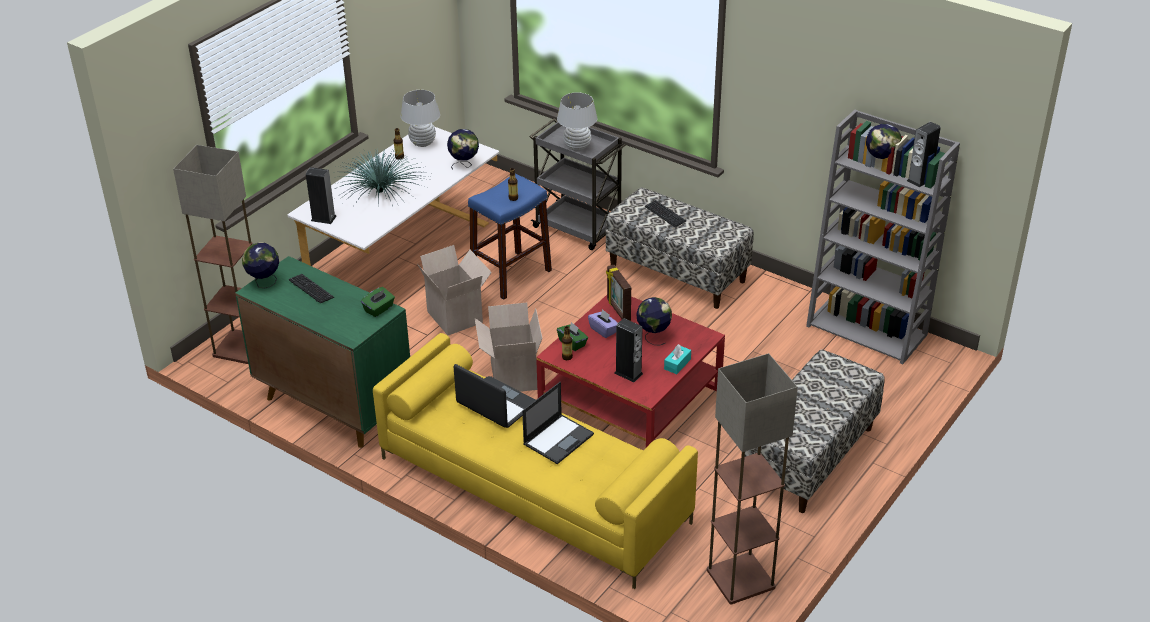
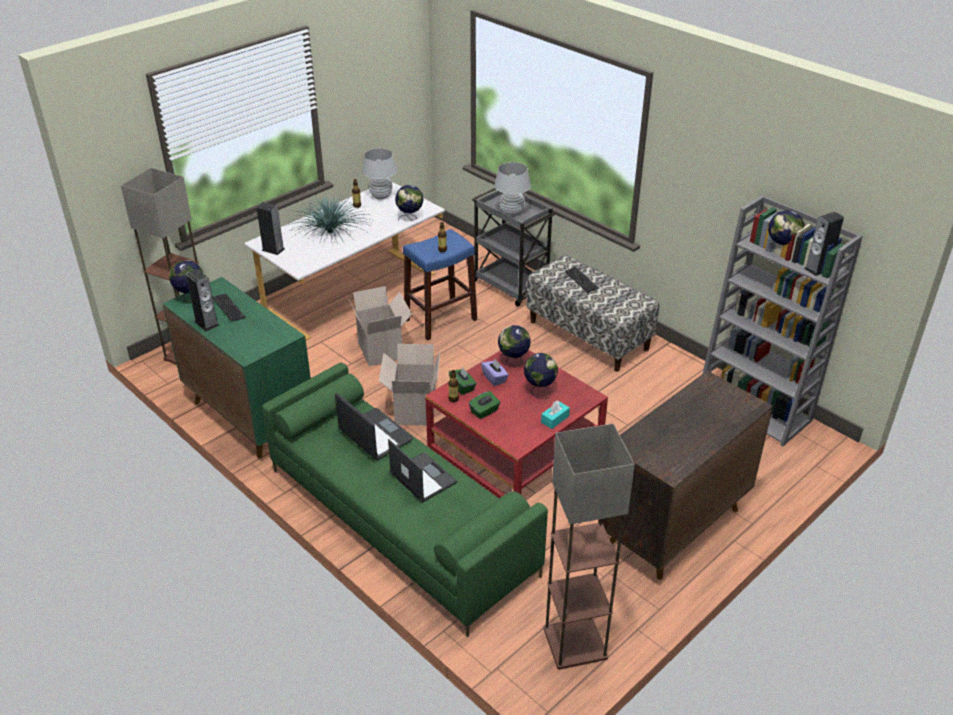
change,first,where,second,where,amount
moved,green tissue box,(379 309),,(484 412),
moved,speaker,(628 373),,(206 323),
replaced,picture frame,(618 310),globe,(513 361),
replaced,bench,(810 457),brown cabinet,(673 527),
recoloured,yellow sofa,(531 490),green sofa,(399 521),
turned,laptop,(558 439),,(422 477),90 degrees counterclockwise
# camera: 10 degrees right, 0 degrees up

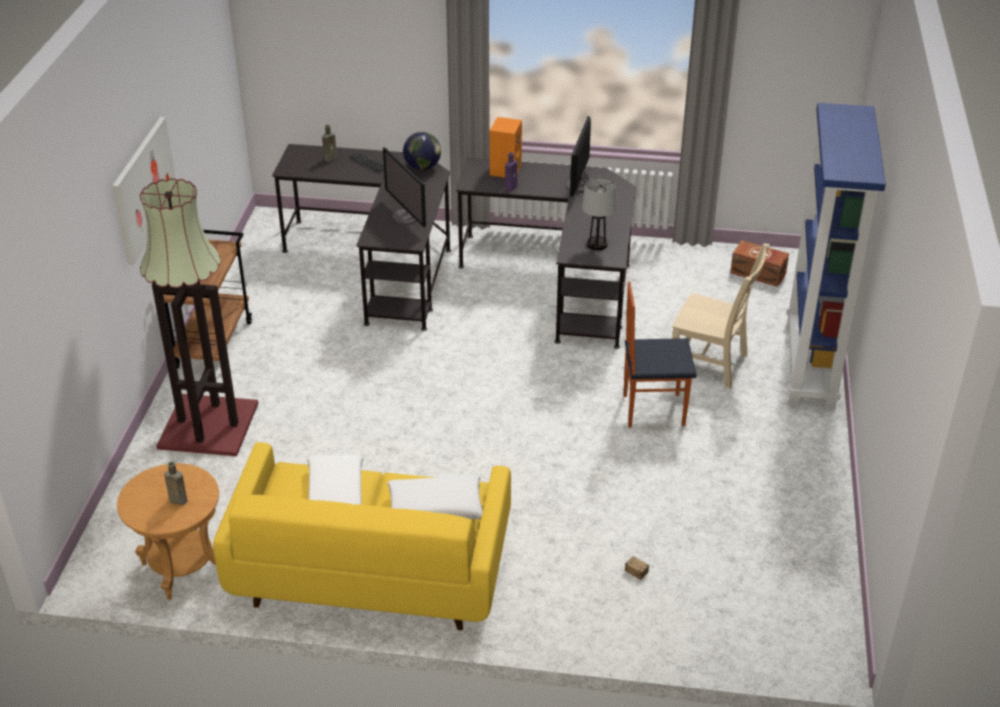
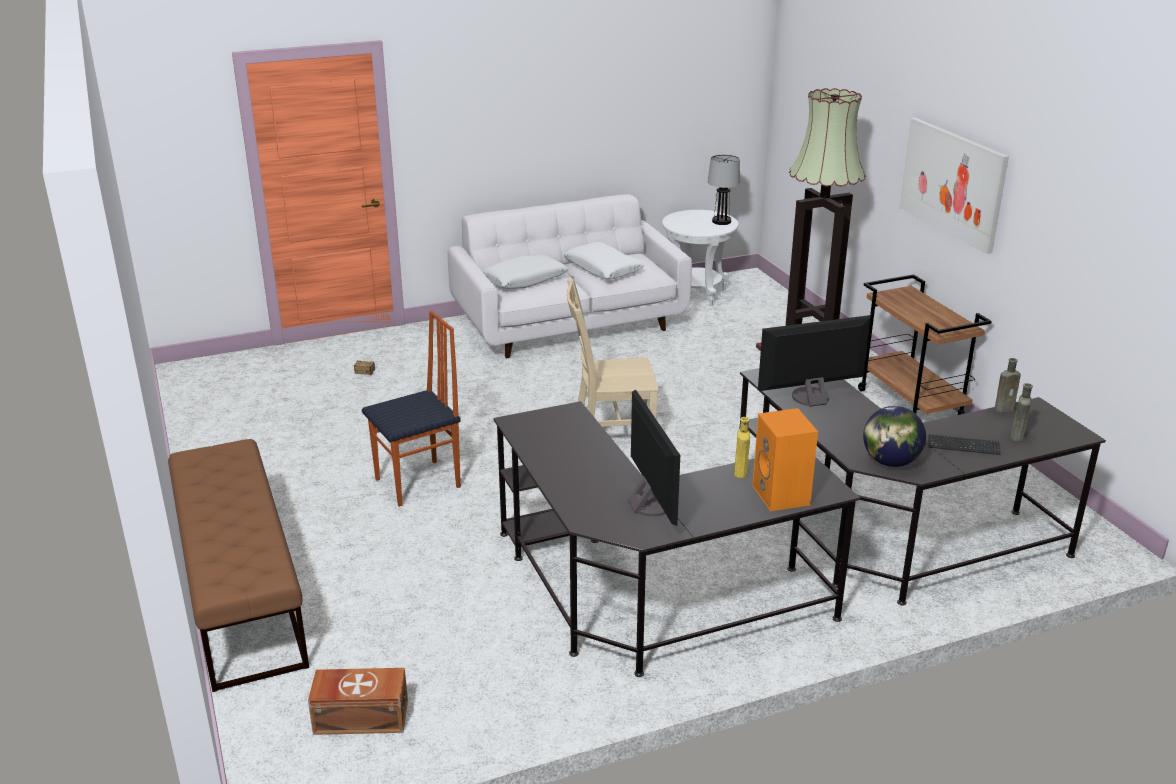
change,first,where,second,where,amount
moved,brown bottle,(177 500),,(1005 409),
moved,table lamp,(597 244),,(721 221),
moved,beige chair,(711 364),,(610 433),
replaced,blue bookcase,(811 366),brown bench,(240 590),
recoloured,brown side table,(182 568),white side table,(697 294),
recoloured,yellow sofa,(370 570),white sofa,(569 323),
recoloured,purple bottle,(511 187),yellow bottle,(740 473),
turned,monitor,(407 217),,(810 398),45 degrees counterclockwise
# camera: 150 degrees right, 10 degrees down

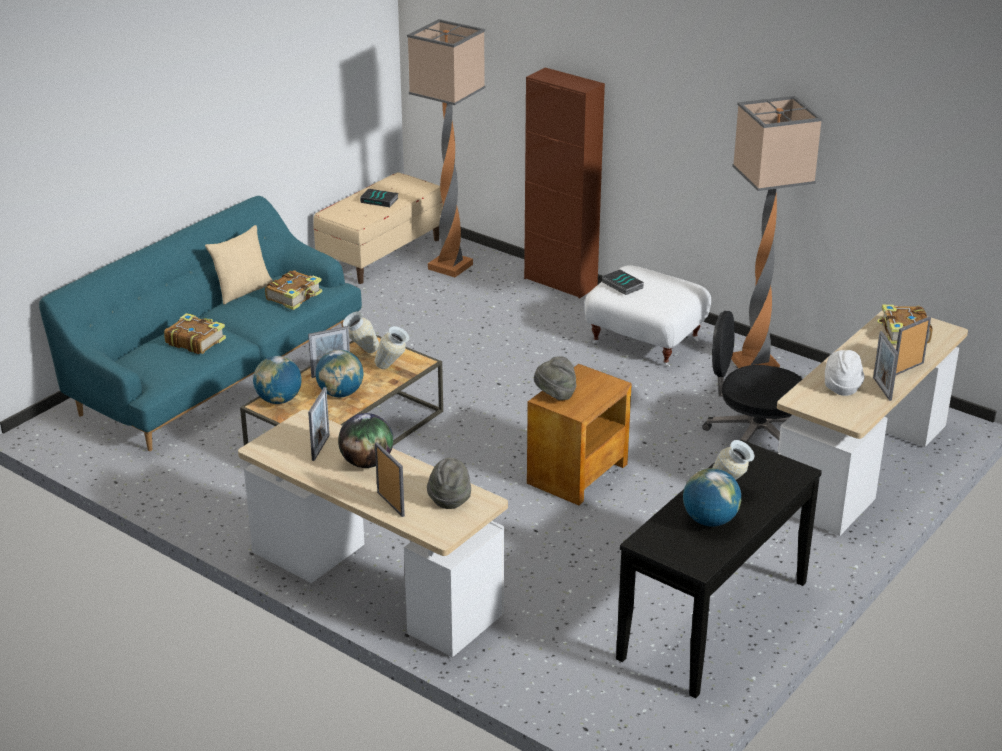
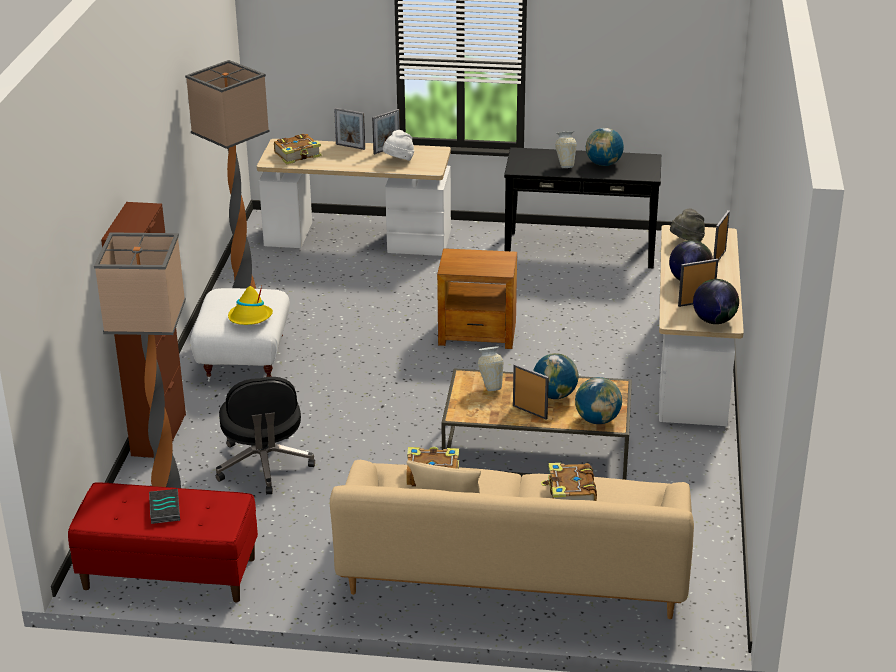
change,first,where,second,where,amount
removed,vase,(361 353),,,
removed,grey hat,(555 395),,,
added,,,globe,(714 321),
moved,black office chair,(753 437),,(264 465),
replaced,book,(621 285),yellow hat,(250 318),
recoloured,turquoise sofa,(215 371),beige sofa,(513 571),
recoloured,beige bench,(381 254),red bench,(169 574),
# camera: 120 degrees left, 0 degrees up

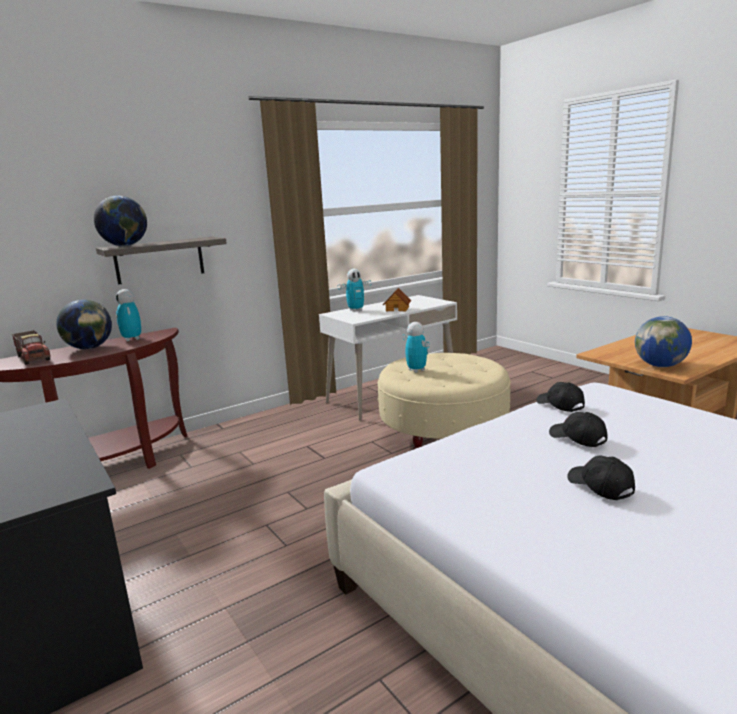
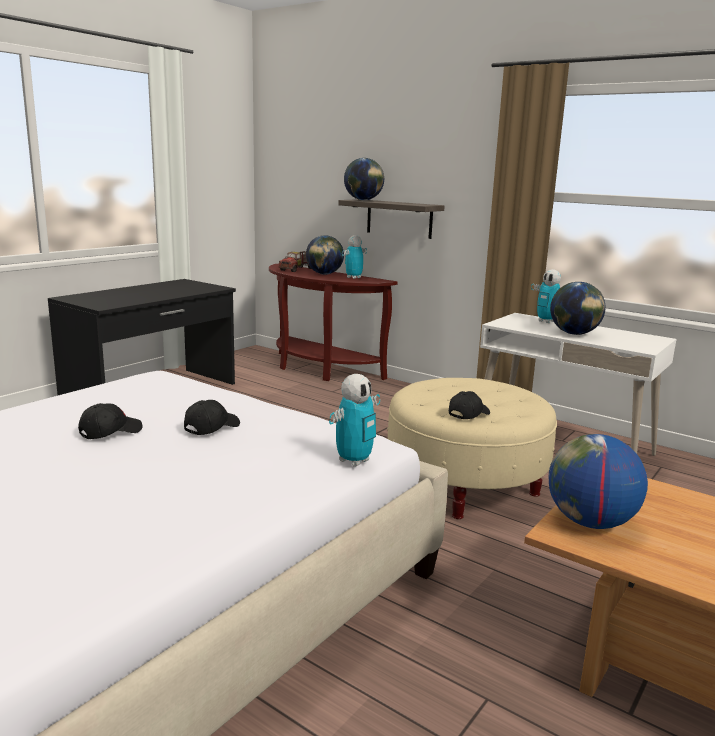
change,first,where,second,where,amount
moved,toy robot,(416 370),,(354 461),
moved,black cap,(559 405),,(468 414),
replaced,toy house,(397 309),globe,(574 334),
# camera: 70 degrees right, 0 degrees up

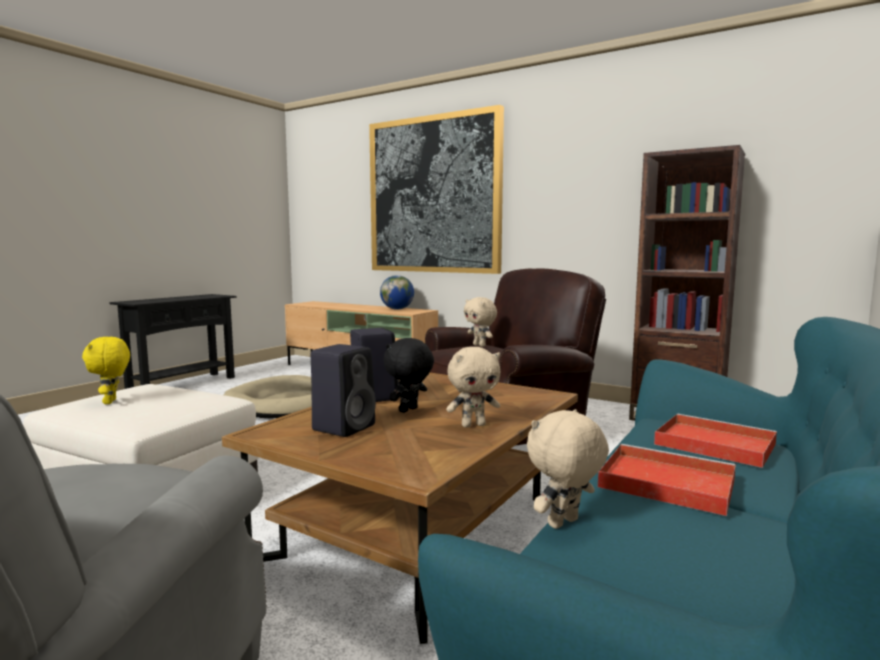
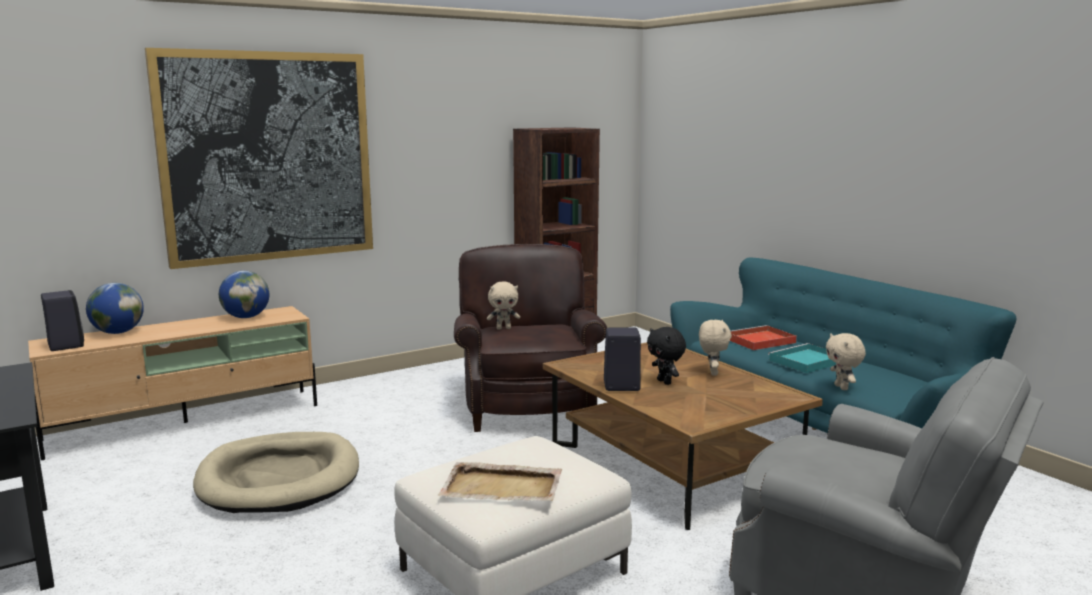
change,first,where,second,where,amount
added,,,globe,(118 332),
moved,black speaker,(344 427),,(65 345),
replaced,yellow plush toy,(111 402),beige tray,(503 487),
recoloured,red tray,(664 482),turquoise tray,(806 361),
# camera: 65 degrees left, 5 degrees up

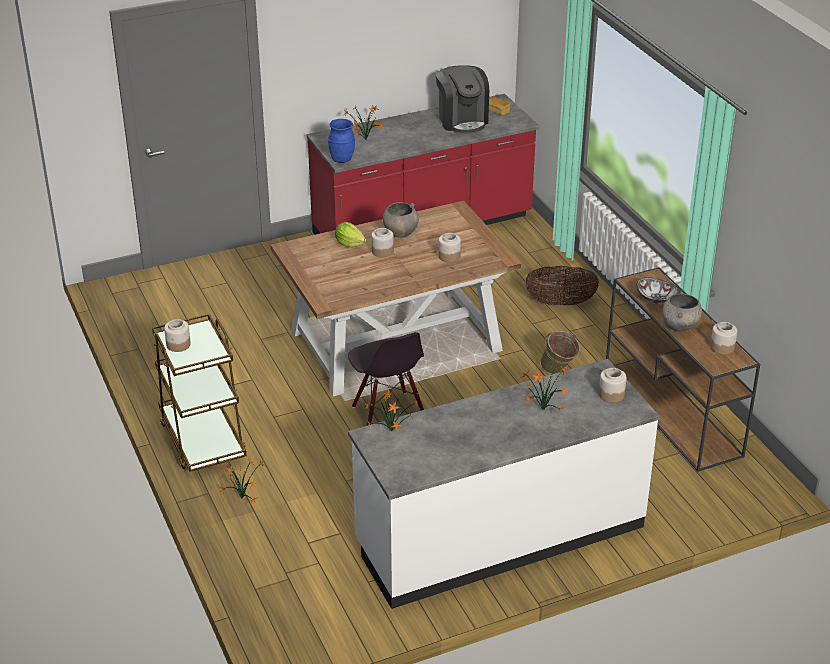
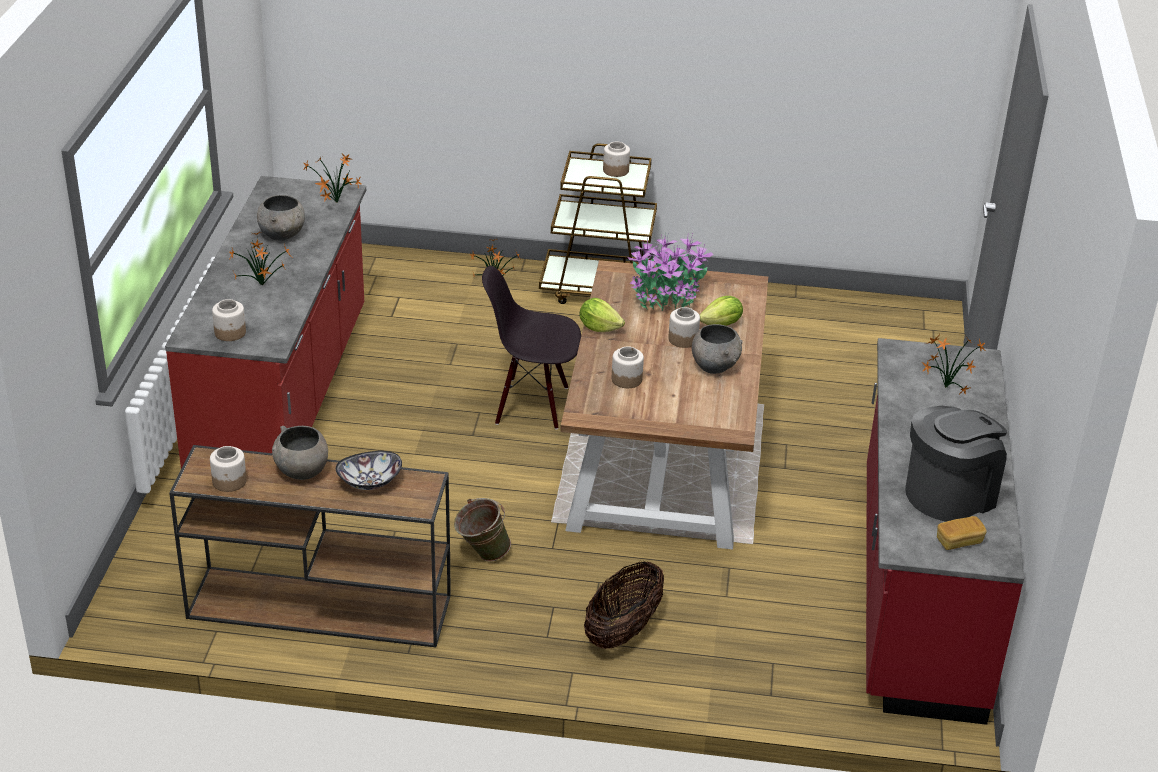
change,first,where,second,where,amount
removed,blue vase,(341 159),,,
added,,,grey bowl,(282 235),
added,,,lettuce,(599 327),
added,,,potted plant,(666 296),
recoloured,white counter,(499 535),red counter,(283 397),
turned,coffee machine,(462 120),,(949 493),135 degrees clockwise
# camera: 120 degrees right, 0 degrees up

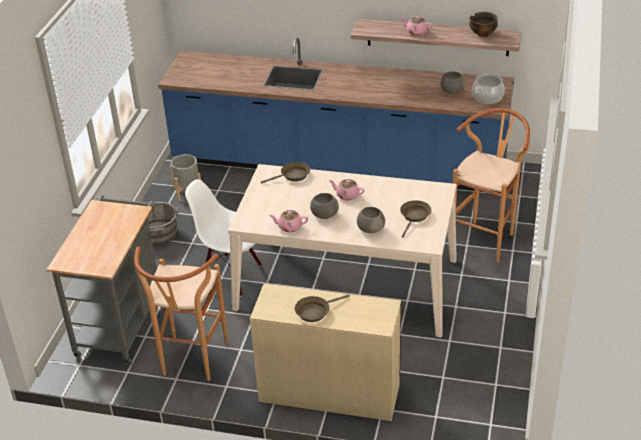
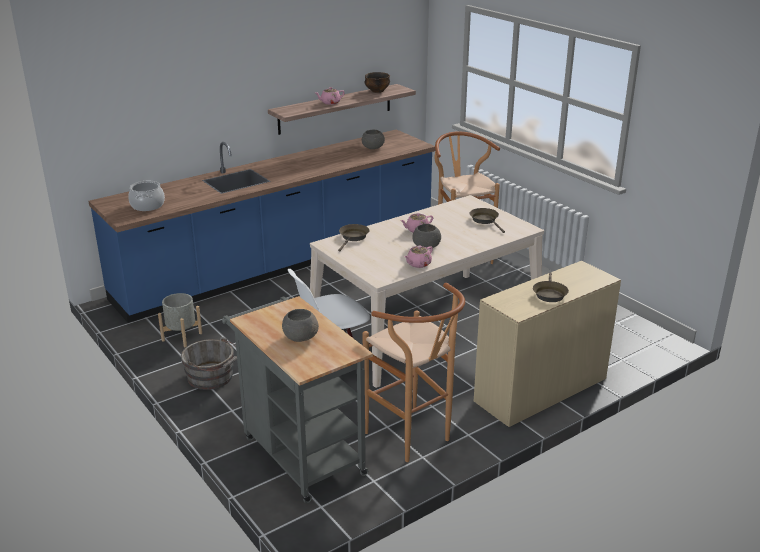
change,first,where,second,where,amount
moved,grey bowl,(371 228),,(300 337),
moved,cooking pot,(487 97),,(148 205),
# camera: 50 degrees left, 10 degrees down

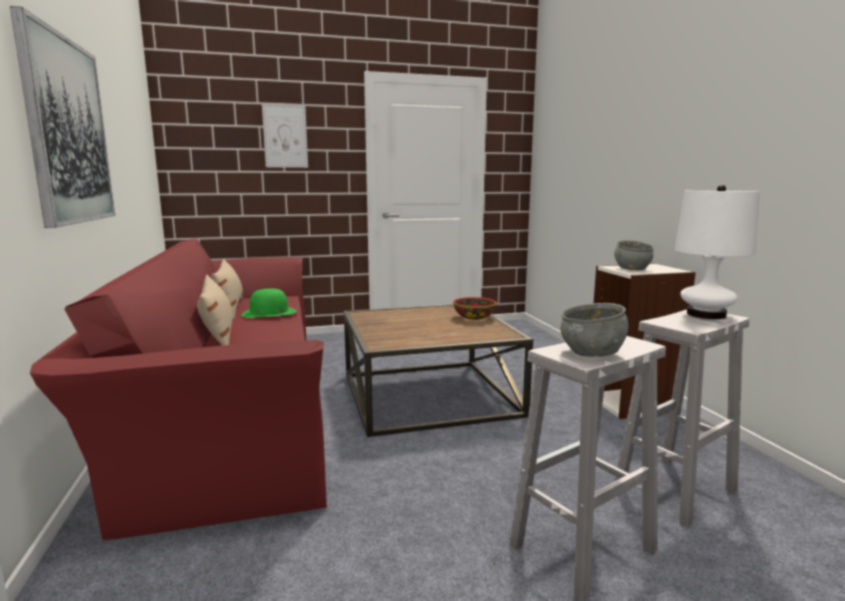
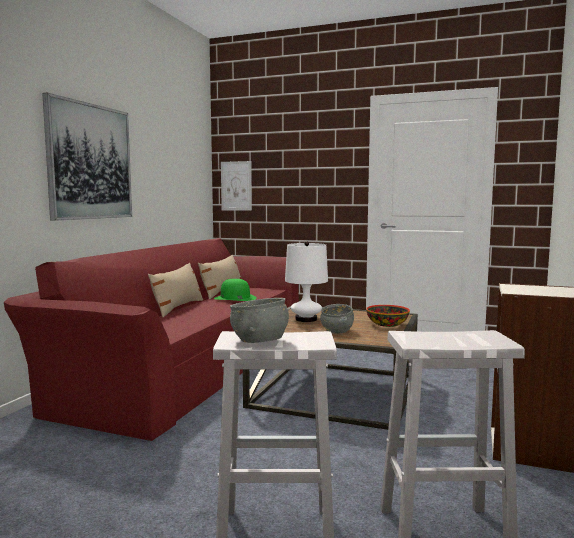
change,first,where,second,where,amount
moved,picture,(285 136),,(236 186),
moved,grey bowl,(632 269),,(337 331),
moved,white table lamp,(706 314),,(306 319),
# camera: 35 degrees right, 5 degrees down

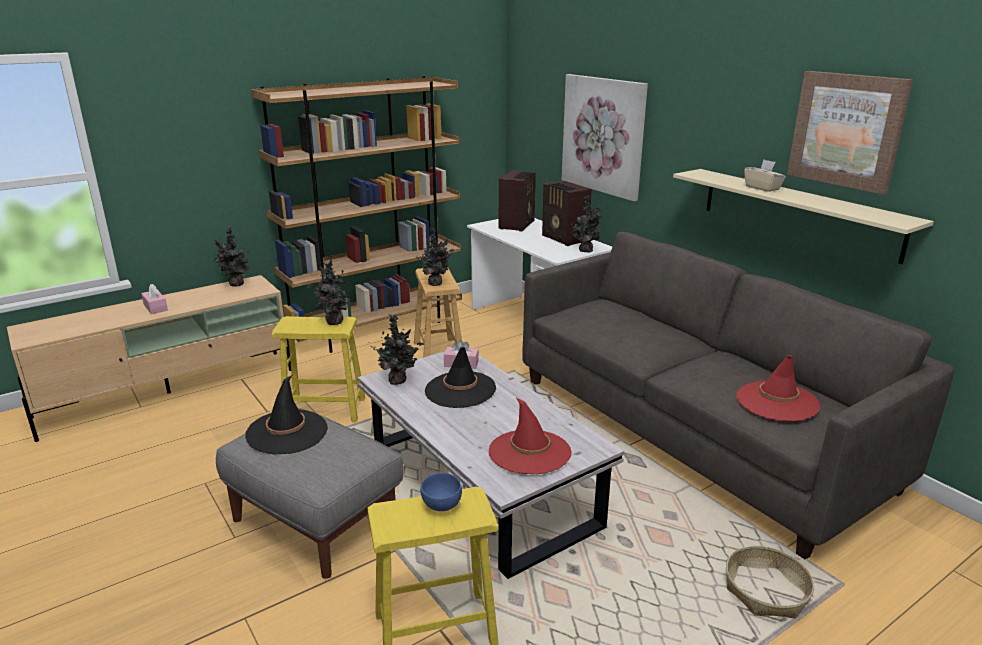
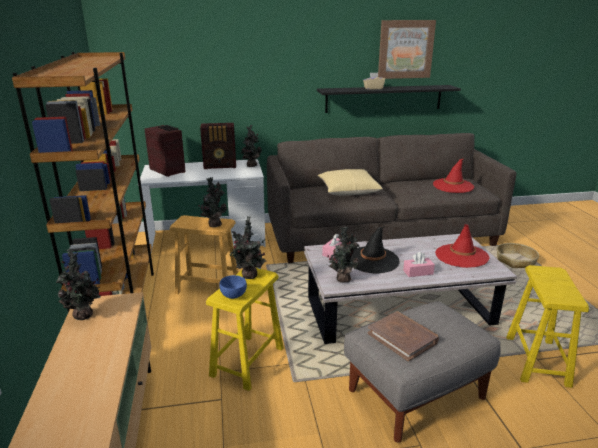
change,first,where,second,where,amount
removed,picture,(603 135),,,
added,,,beige pillow,(348 190),
moved,pink tissue box,(155 307),,(418 272),
moved,blue bowl,(441 505),,(233 296),
replaced,black hat,(287 432),brown book,(402 338),
recoloured,beige shelf,(797 212),black shelf,(383 98),
# camera: 65 degrees left, 0 degrees up

